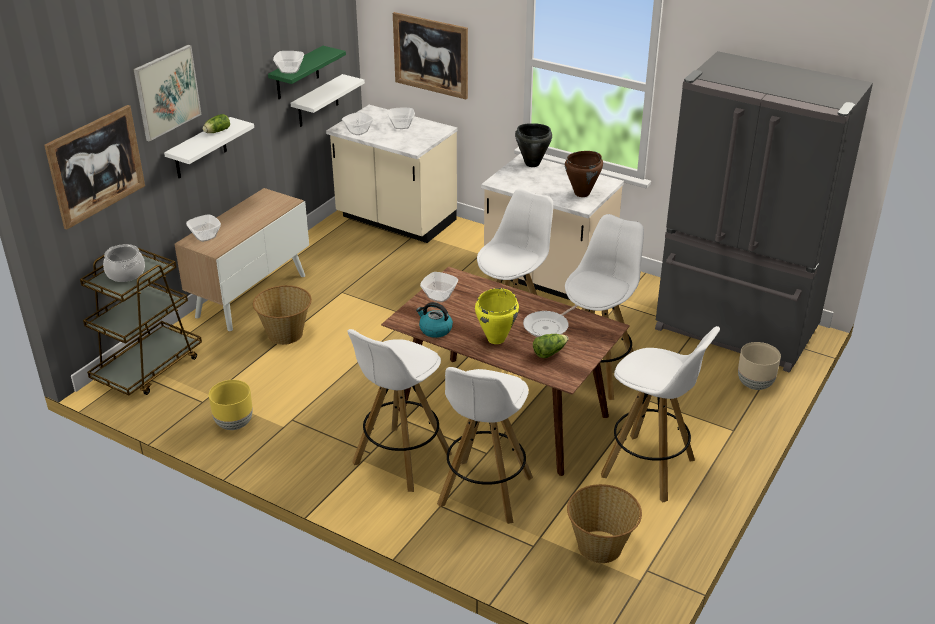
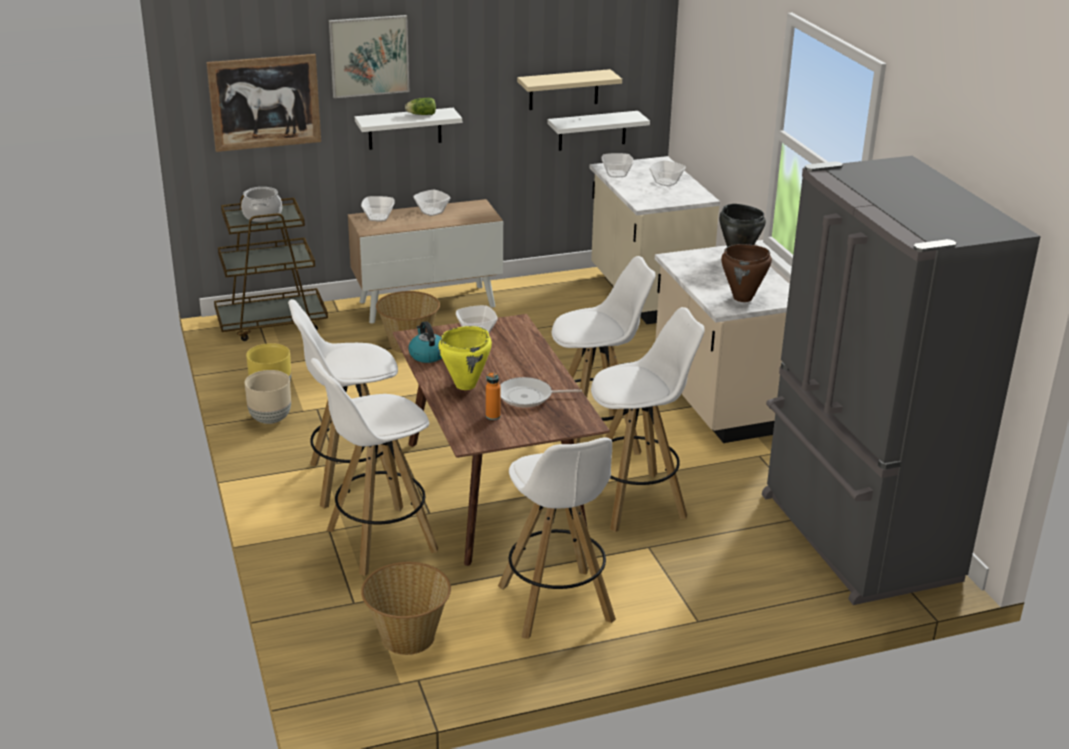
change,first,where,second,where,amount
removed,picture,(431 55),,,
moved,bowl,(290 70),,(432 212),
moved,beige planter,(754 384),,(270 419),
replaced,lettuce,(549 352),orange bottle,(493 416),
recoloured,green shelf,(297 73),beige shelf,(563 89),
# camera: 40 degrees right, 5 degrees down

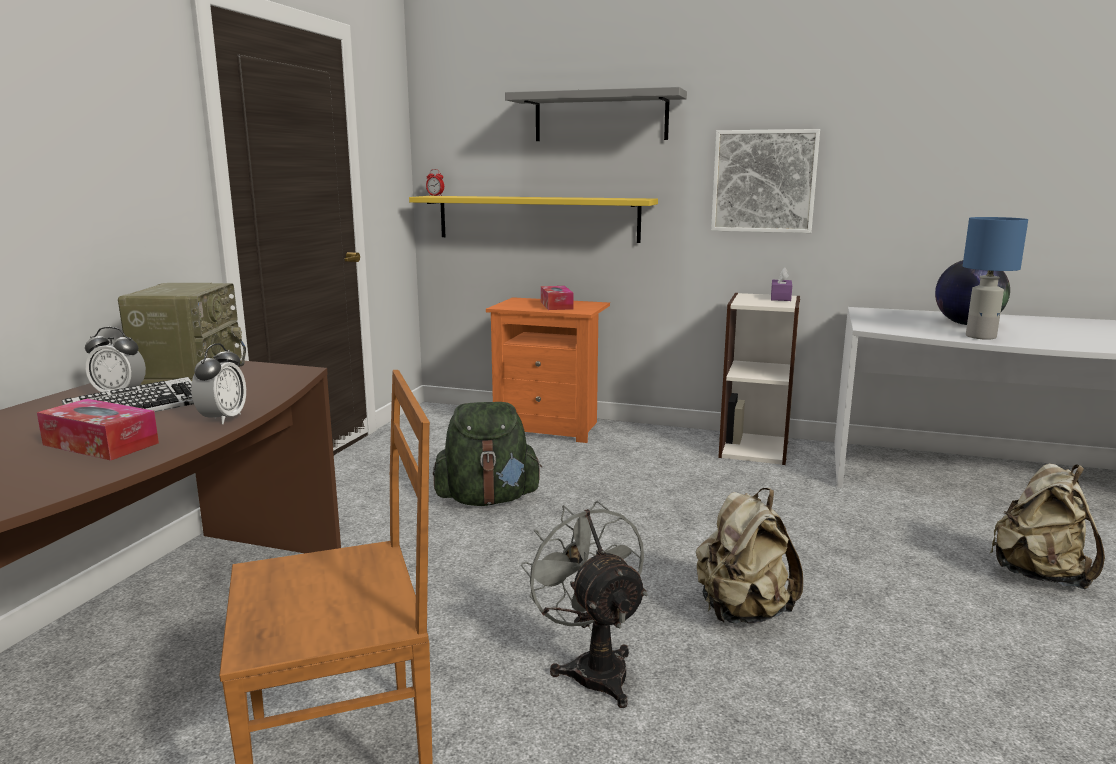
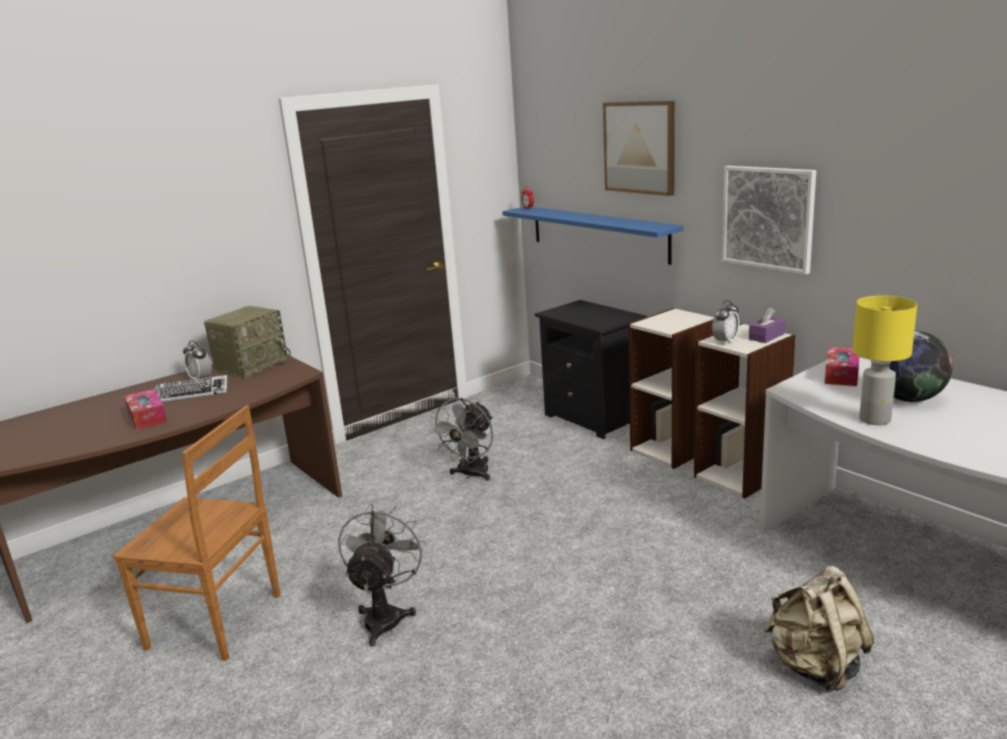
change,first,where,second,where,amount
removed,beige backpack,(742 612),,,
added,,,bookcase,(674 448),
moved,alarm clock,(223 419),,(725 341),
moved,tissue box,(556 305),,(841 374),
replaced,green backpack,(487 499),grey fan,(471 475),
replaced,grey shelf,(600 117),picture,(640 147),
recoloured,yellow shelf,(537 218),blue shelf,(598 233),
recoloured,orange nightstand,(550 427),black nightstand,(594 418),
recoloured,blue table lamp,(981 337),yellow table lamp,(875 419),
# camera: 35 degrees right, 5 degrees up

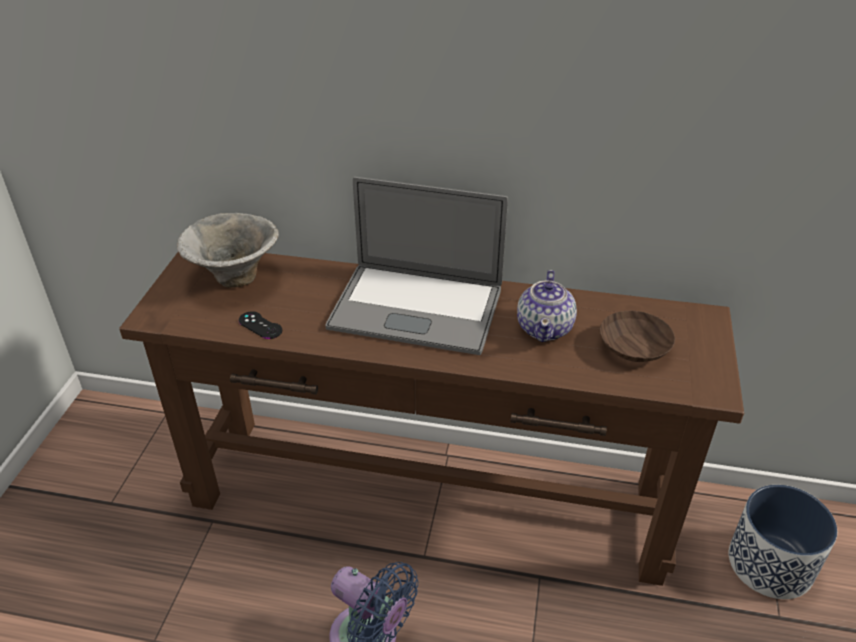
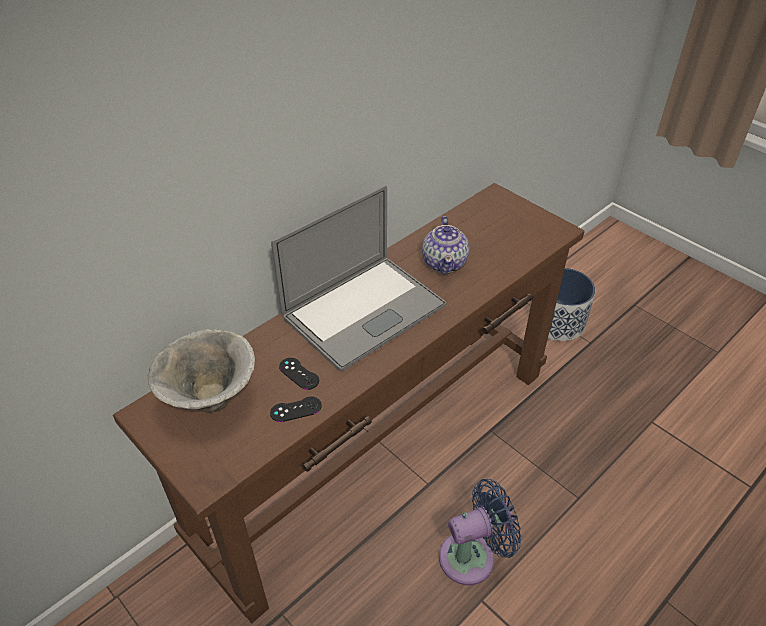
change,first,where,second,where,amount
removed,brown bowl,(635 349),,,
added,,,black game controller,(299 373),
turned,teapot,(545 328),,(445 262),45 degrees clockwise
# camera: 55 degrees left, 5 degrees up

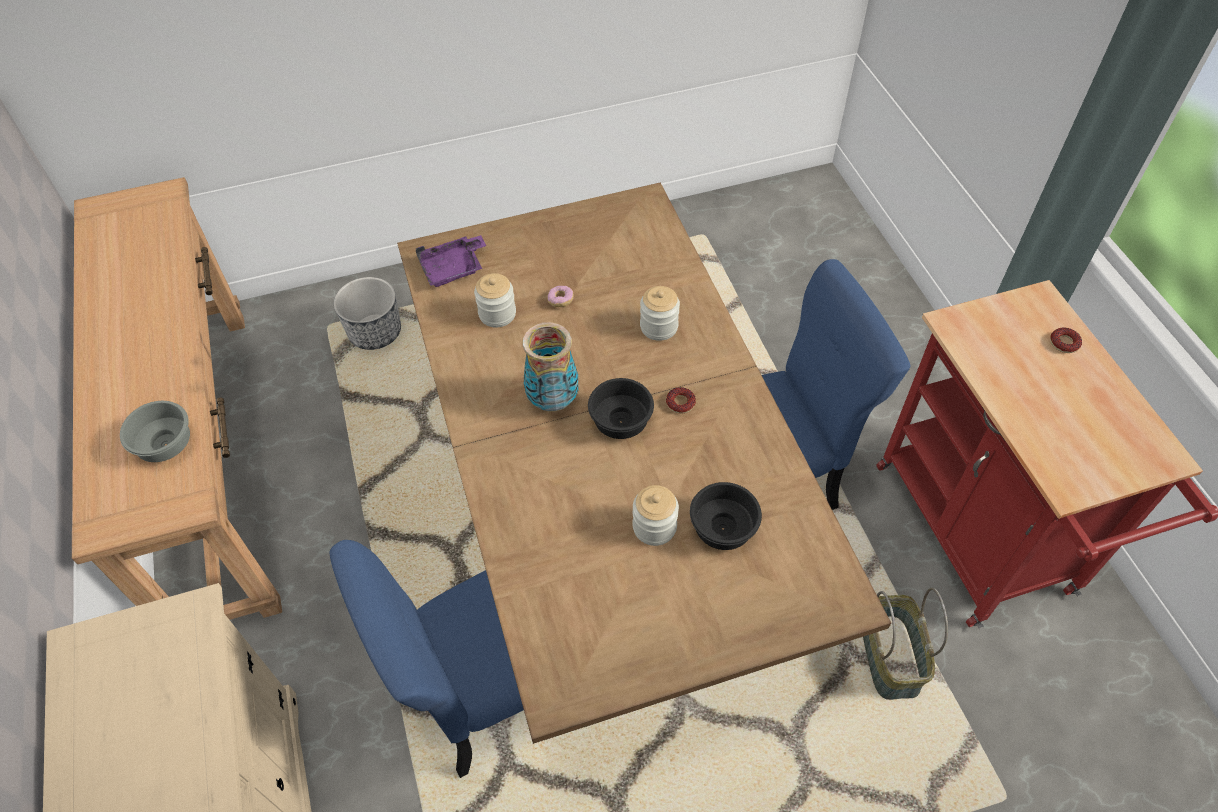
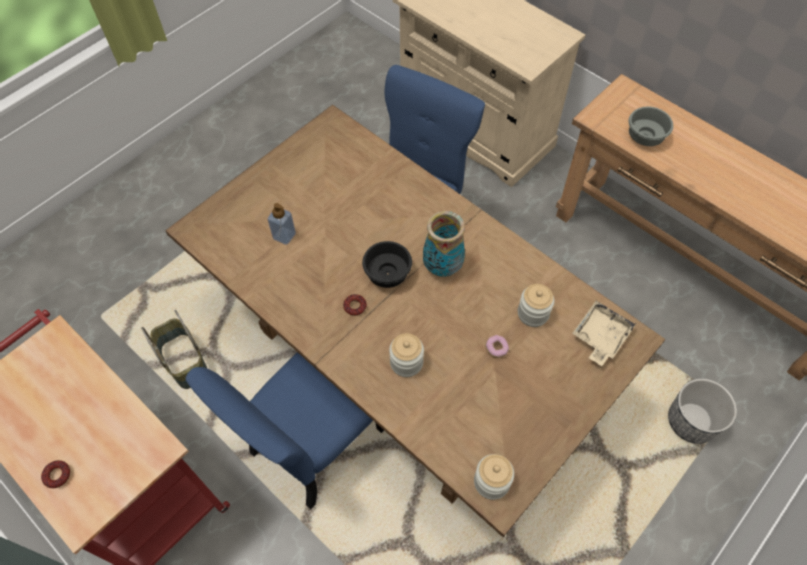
change,first,where,second,where,amount
moved,jar,(654 527),,(491 482),
replaced,black bowl,(723 531),soap dispenser,(284 236),
recoloured,purple tray,(453 268),beige tray,(600 336),
# camera: 150 degrees right, 5 degrees up

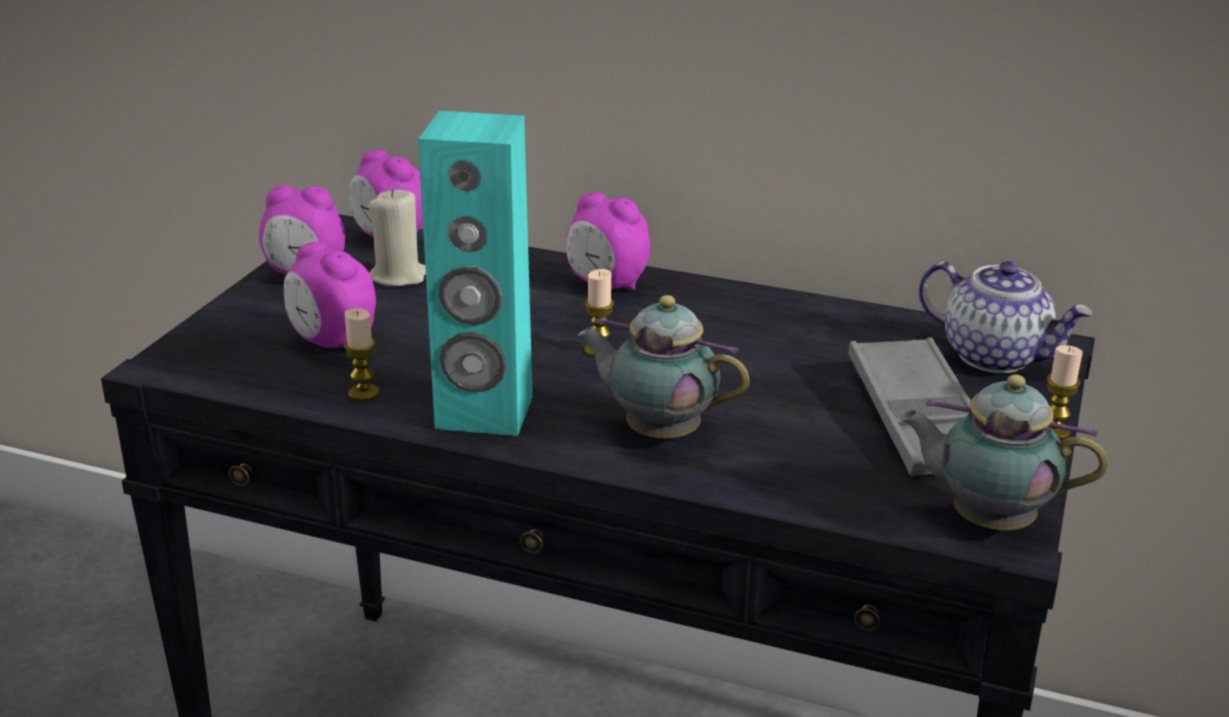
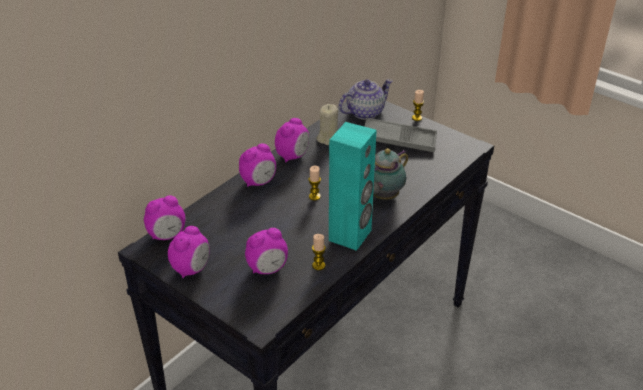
change,first,where,second,where,amount
removed,teapot,(986 520),,,
added,,,alarm clock,(293 156),
moved,beige candle,(399 276),,(328 138),
# camera: 70 degrees left, 10 degrees up

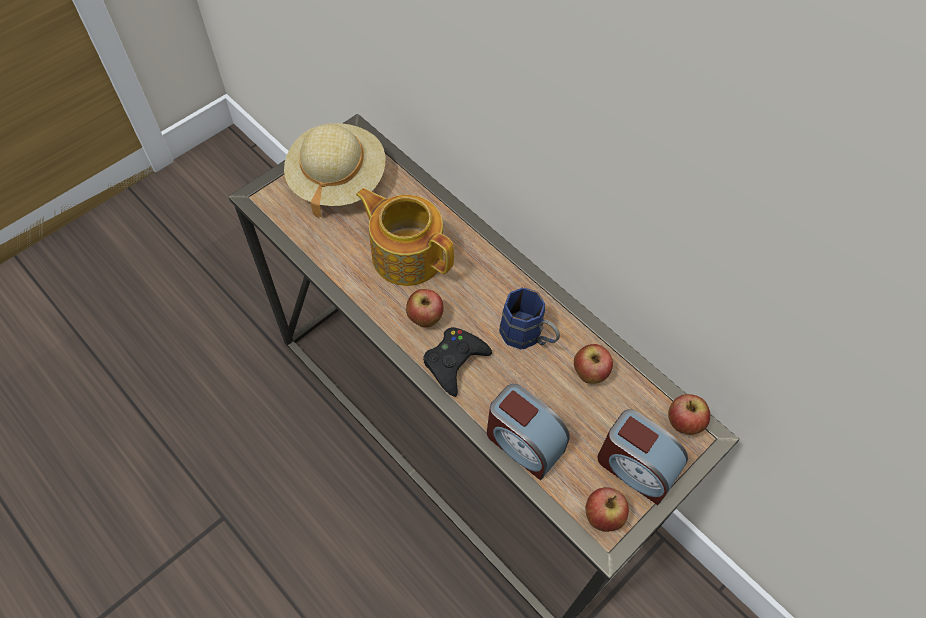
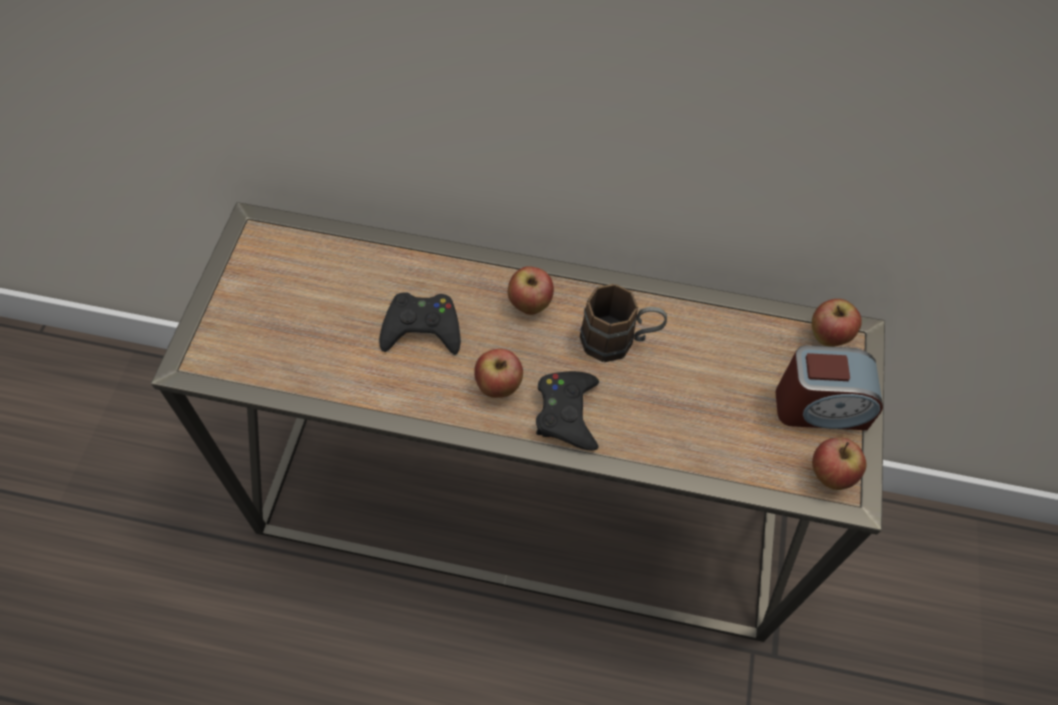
change,first,where,second,where,amount
removed,beige hat,(337 180),,,
removed,alarm clock,(523 442),,,
moved,apple,(589 374),,(530 305),
replaced,teapot,(407 254),black game controller,(422 329),
recoloured,blue mug,(528 337),brown mug,(619 341),
# camera: 35 degrees left, 0 degrees up

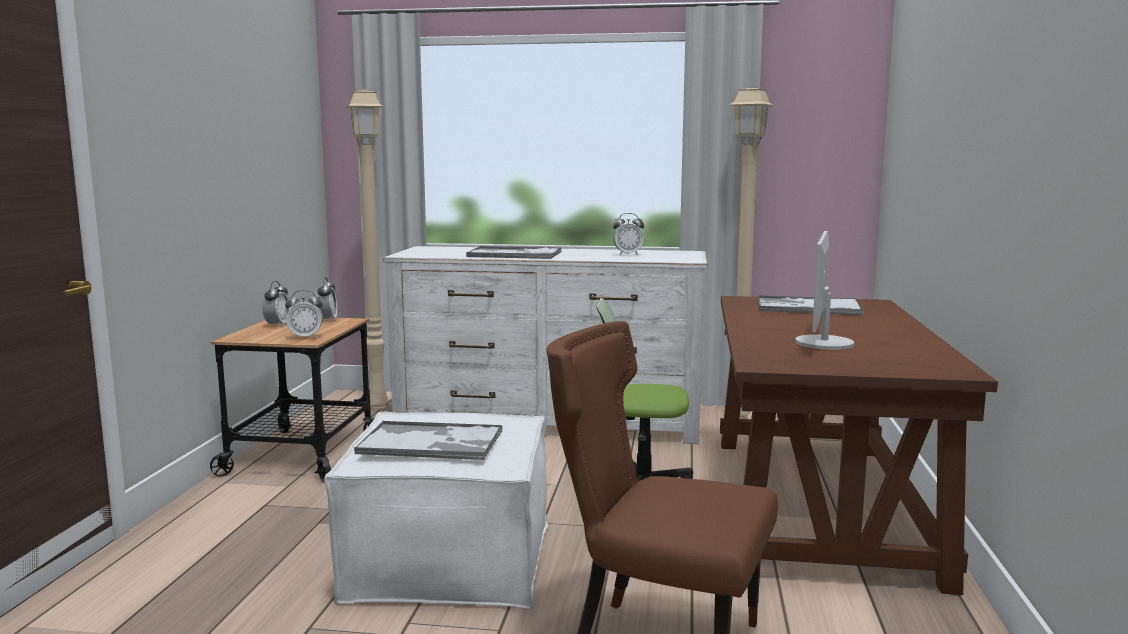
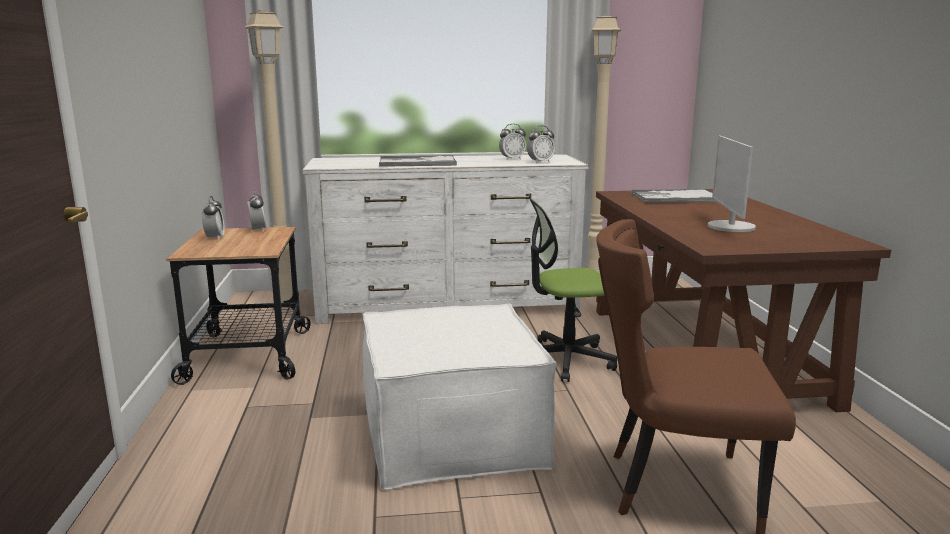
change,first,where,second,where,amount
removed,tray,(432 443),,,
moved,alarm clock,(305 337),,(540 162),
# camera: 15 degrees left, 5 degrees up

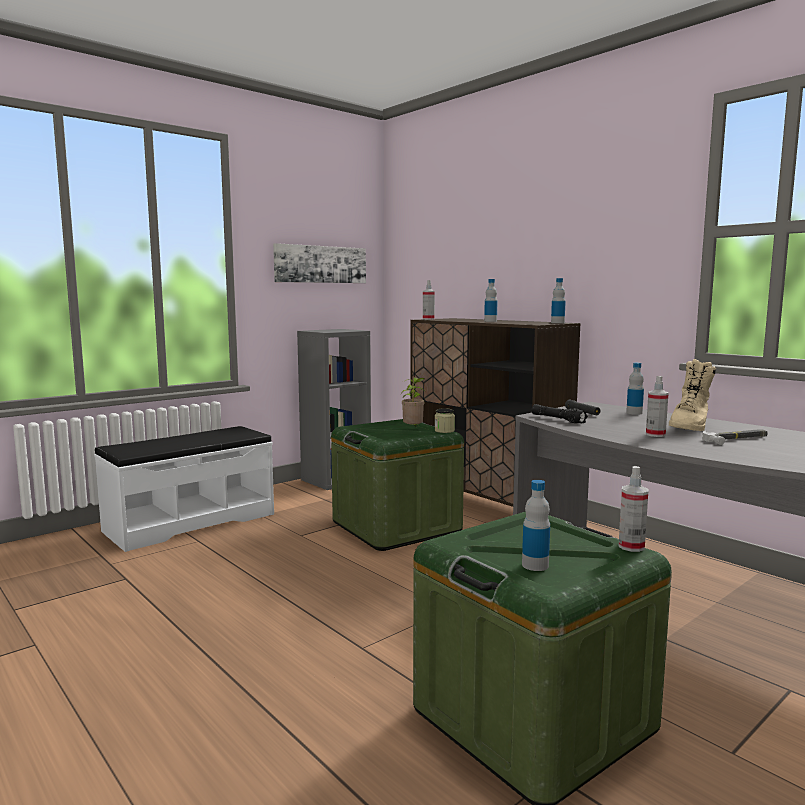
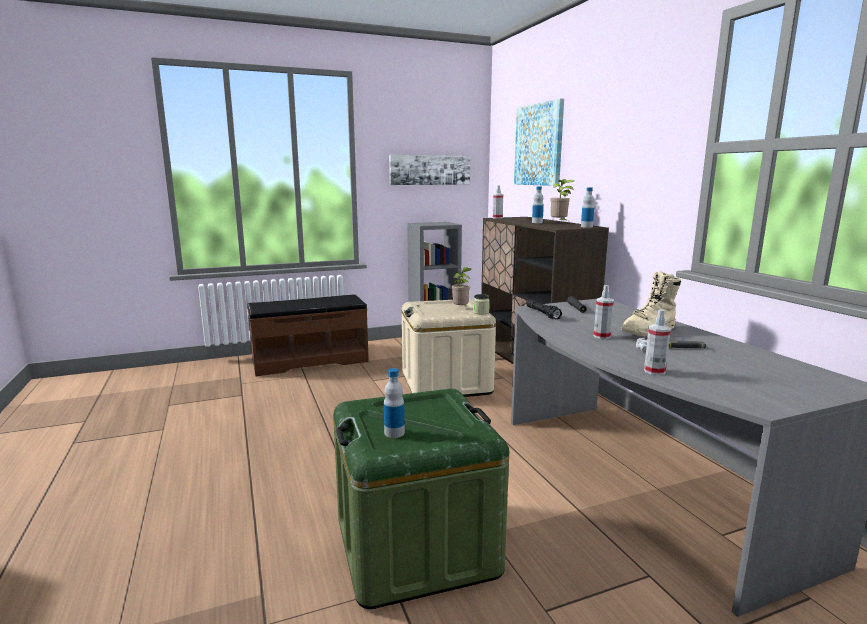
change,first,where,second,where,amount
removed,bottle,(634 413),,,
added,,,picture,(539 145),
added,,,potted plant,(559 223),
moved,spray bottle,(631 546),,(654 371),
recoloured,white bench,(190 522),brown bench,(310 361),
recoloured,green storage box,(396 527),beige storage box,(446 383),
# camera: 20 degrees right, 5 degrees up

